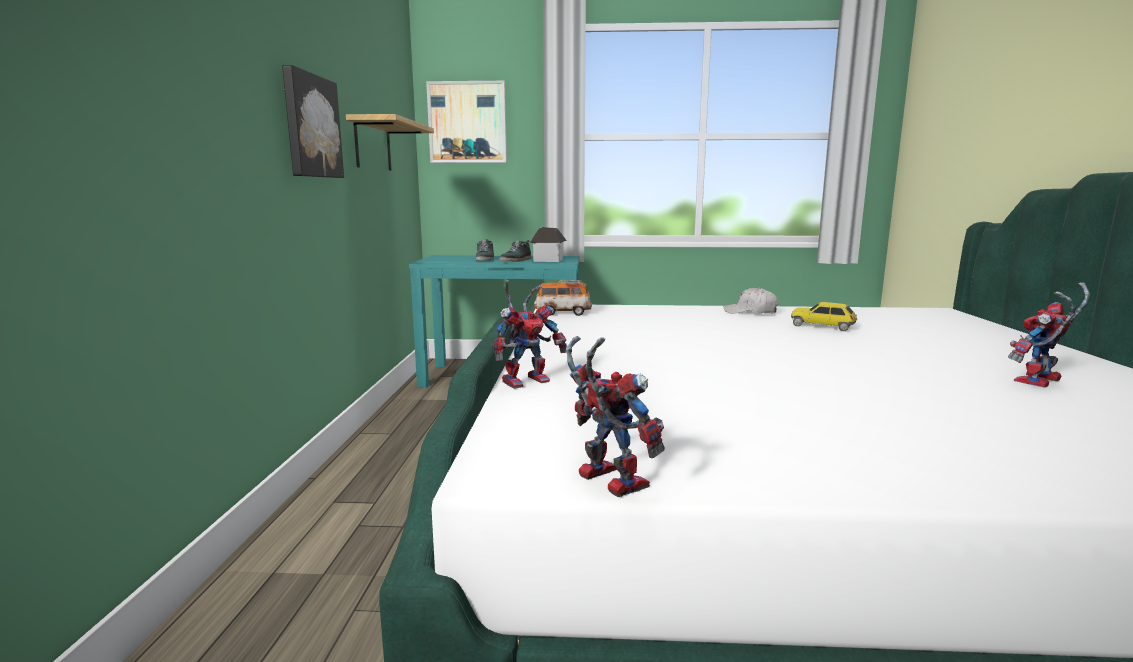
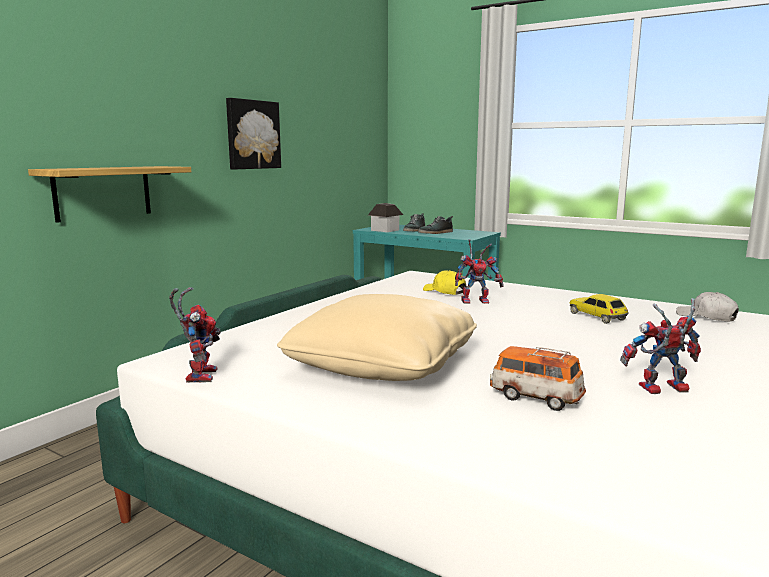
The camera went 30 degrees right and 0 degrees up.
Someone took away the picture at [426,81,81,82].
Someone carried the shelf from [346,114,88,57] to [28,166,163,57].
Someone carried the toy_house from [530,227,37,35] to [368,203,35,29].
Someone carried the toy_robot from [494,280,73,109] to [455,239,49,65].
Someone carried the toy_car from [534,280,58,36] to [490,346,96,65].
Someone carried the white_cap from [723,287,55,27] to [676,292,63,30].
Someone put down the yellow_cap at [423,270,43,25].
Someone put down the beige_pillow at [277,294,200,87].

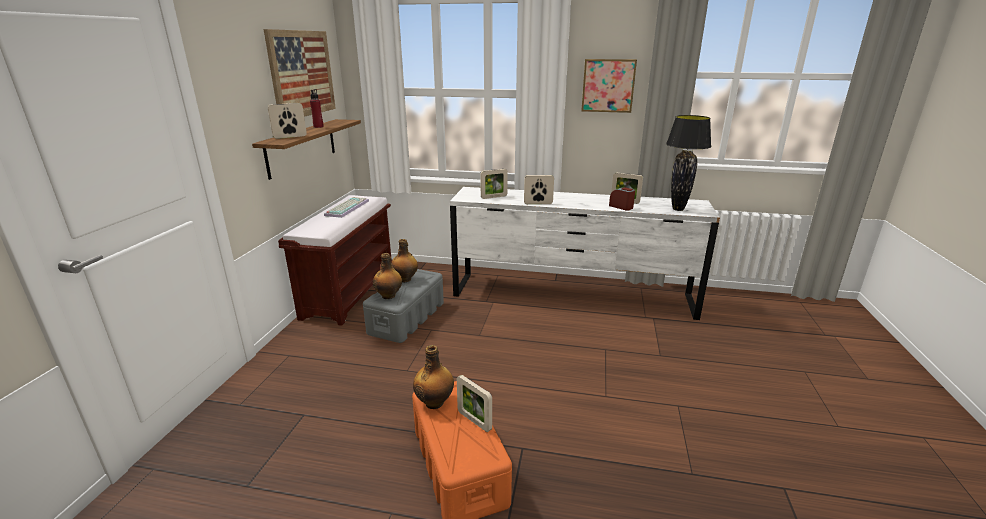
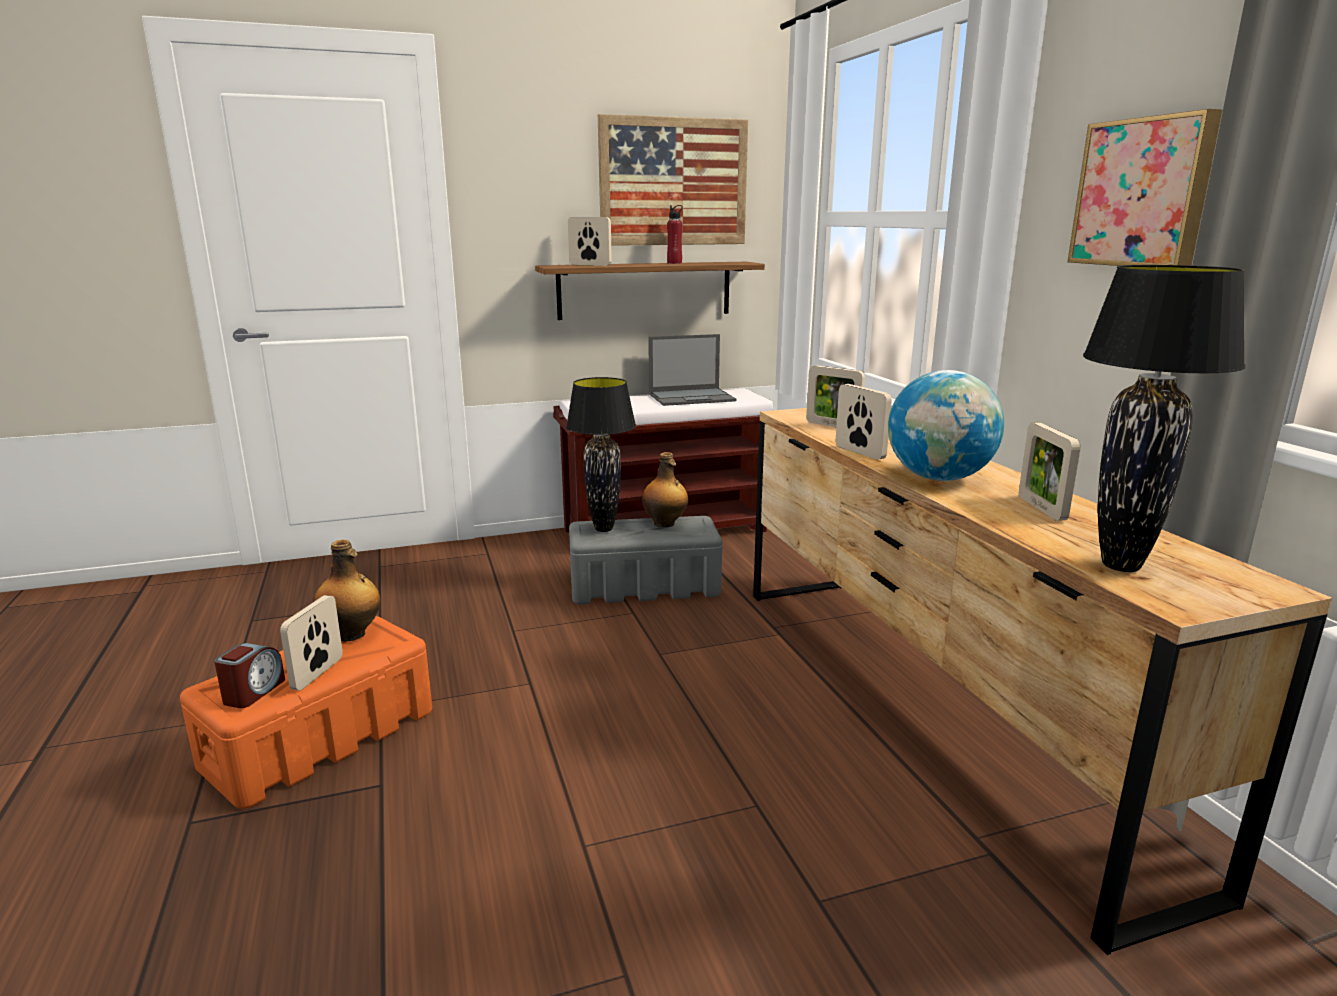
The camera went 60 degrees right and 5 degrees down.
Someone repainted the white_dresser at [450,187,270,133], which became the brown_dresser at [753,408,579,547].
Someone carried the alarm_clock from [609,187,26,24] to [214,643,71,65].
Someone swapped the keyboard at [324,197,45,21] for the laptop at [648,334,88,72].
Someone swapped the bottle at [373,253,29,46] for the black_table_lamp at [566,377,70,155].
Someone put down the globe at [888,370,116,111].

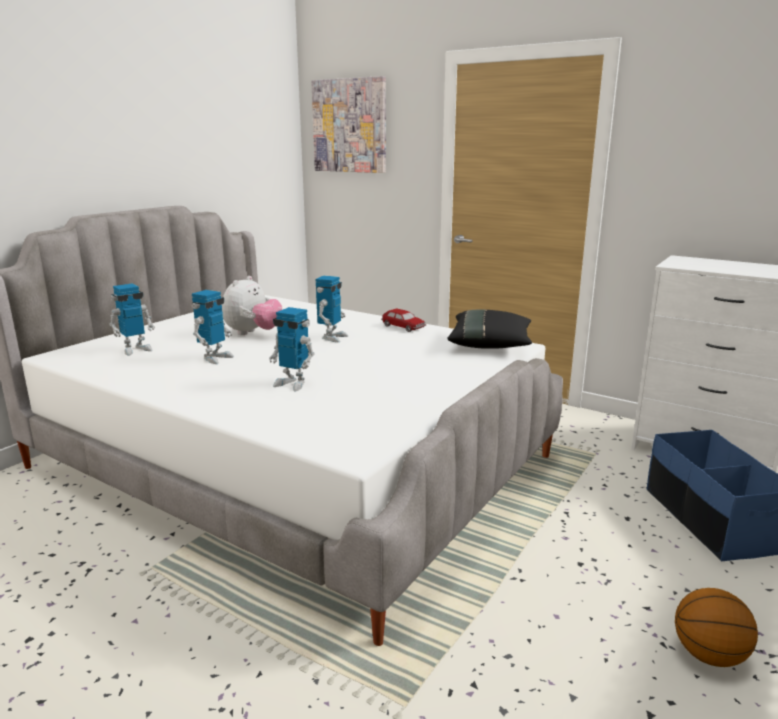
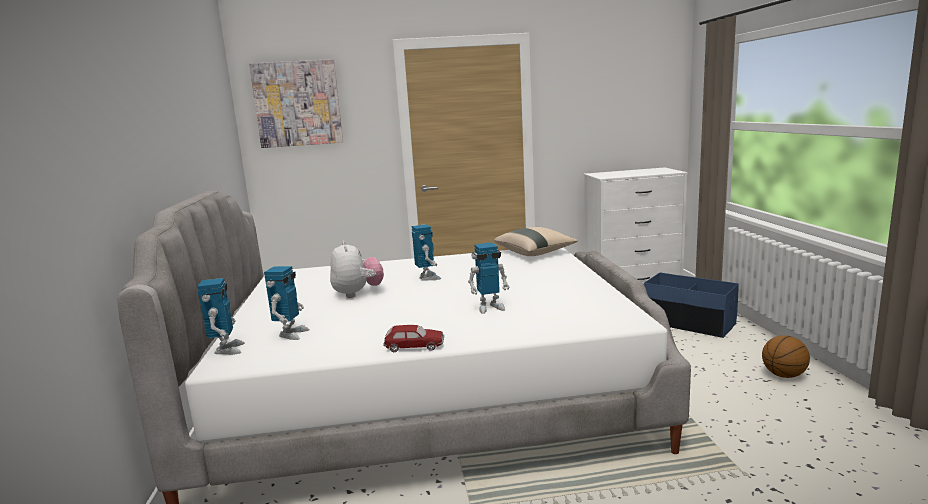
The camera went 40 degrees left and 5 degrees down.
Someone carried the toy_robot from [192,290,42,74] to [197,278,48,77].
Someone carried the toy_car from [381,307,45,25] to [383,325,61,27].
Someone repainted the black_pillow at [448,309,84,40], which became the beige_pillow at [494,227,84,29].

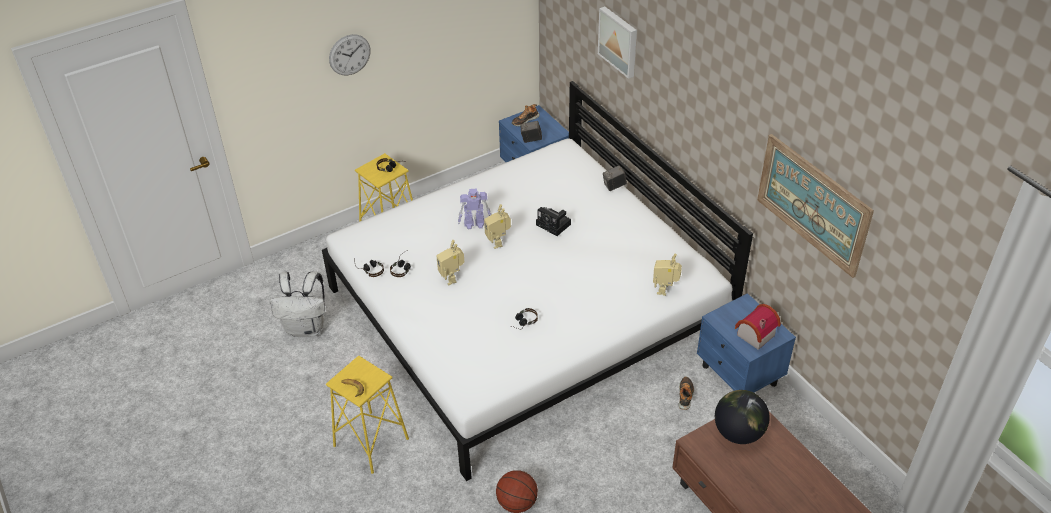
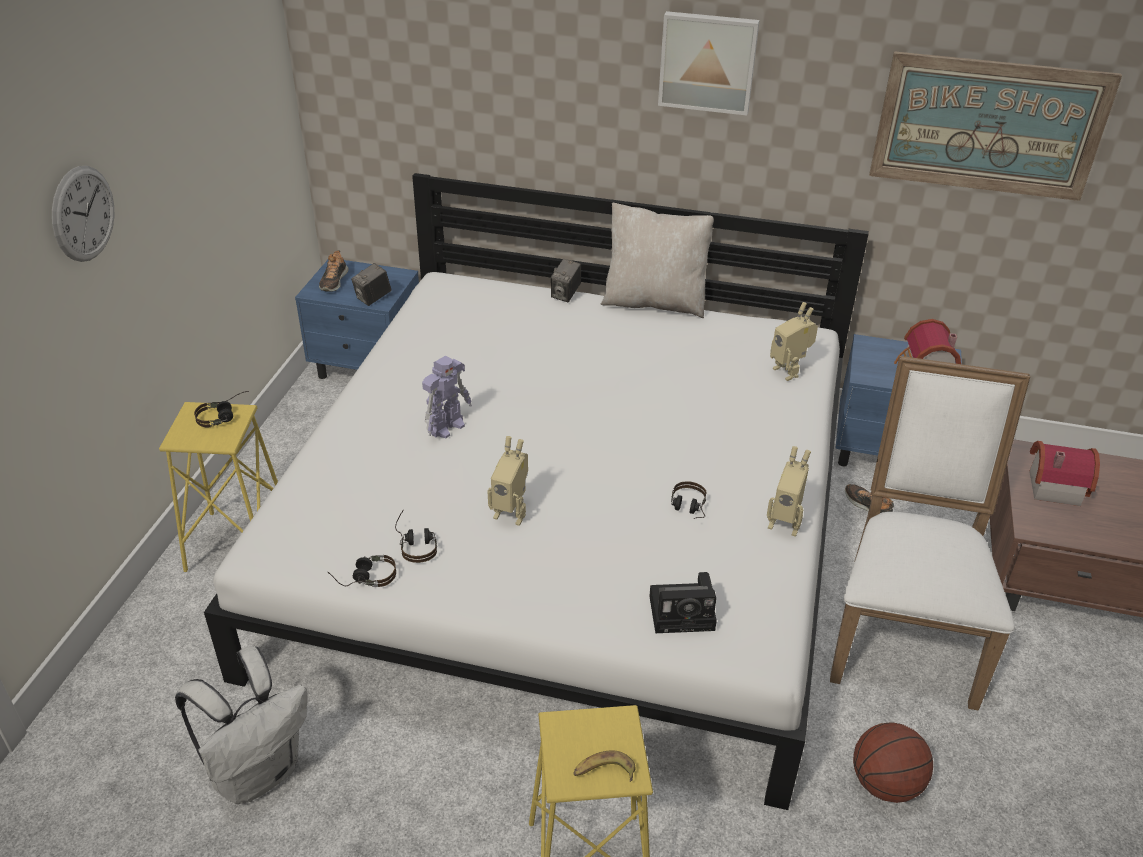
The camera went 45 degrees left and 5 degrees down.
Someone carried the picture from [598,6,39,73] to [658,11,102,105].
Someone carried the toy_robot from [484,204,27,45] to [767,446,44,91].
Someone carried the photo_camera from [536,207,35,29] to [649,572,68,61].
Someone swapped the globe at [715,390,55,54] for the toy_house at [1029,441,71,65].
Someone put down the beige_pillow at [601,202,114,116].
Someone put down the white_chair at [830,356,200,355].

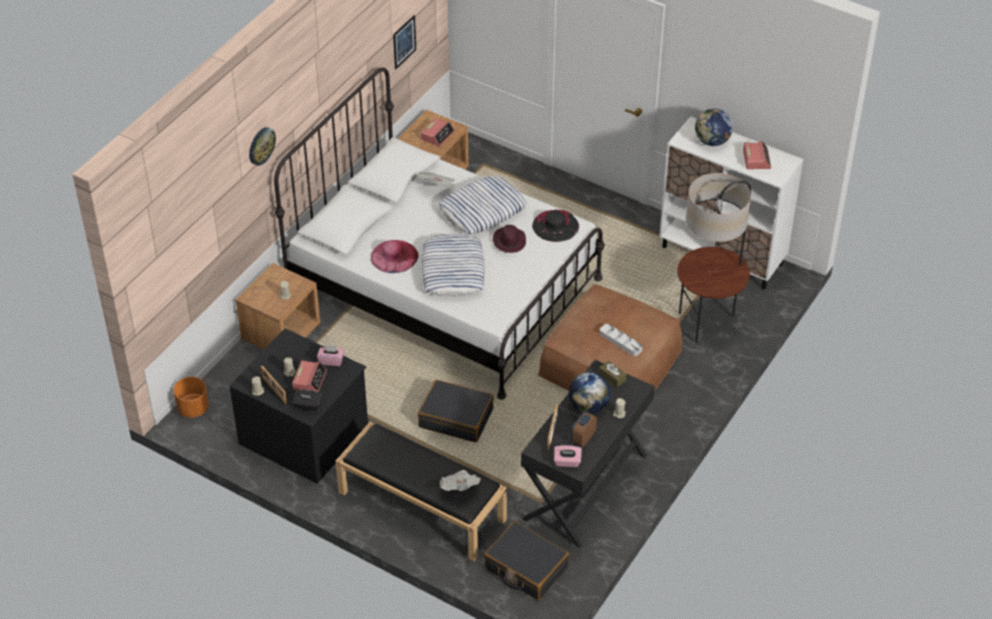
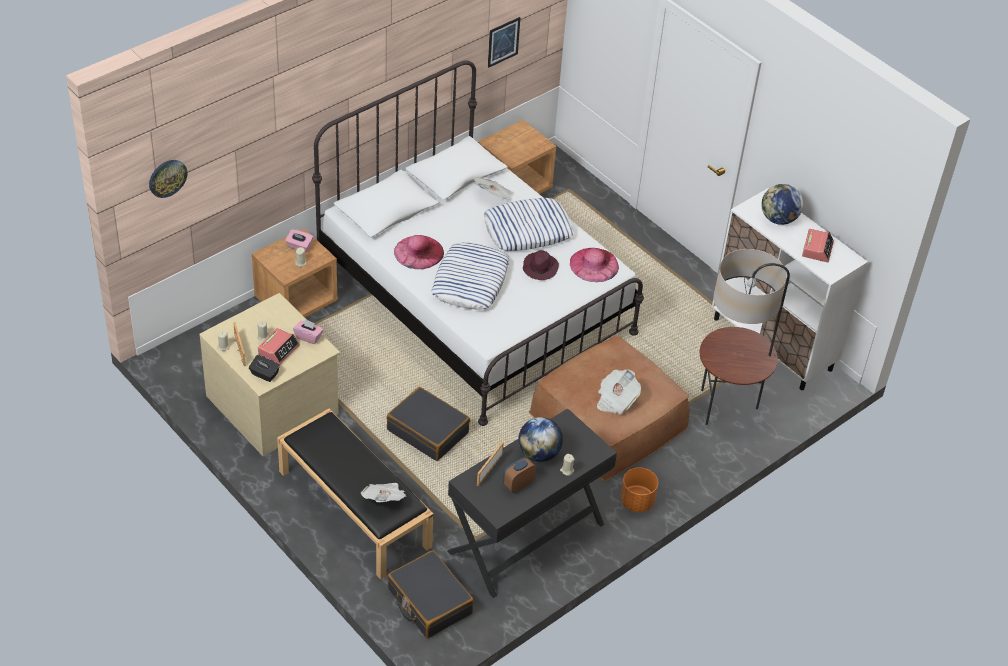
The camera went 15 degrees right and 0 degrees up.
Someone took away the alarm_clock at [421,118,34,29].
Someone carried the wall_clock from [249,127,27,39] to [149,160,39,38].
Someone repainted the black_hat at [532,209,47,33], which became the pink_hat at [570,248,49,34].
Someone swapped the grey_tray at [600,324,43,32] for the newspaper at [597,369,44,46].
Someone repainted the black_dresser at [229,328,139,156], which became the beige_dresser at [199,293,141,163].
Someone took away the brown_tissue_box at [599,361,28,27].
Someone carried the orange_planter from [173,377,36,41] to [620,468,38,44].
Someone carried the pink_tissue_box from [554,445,28,22] to [285,229,28,24].

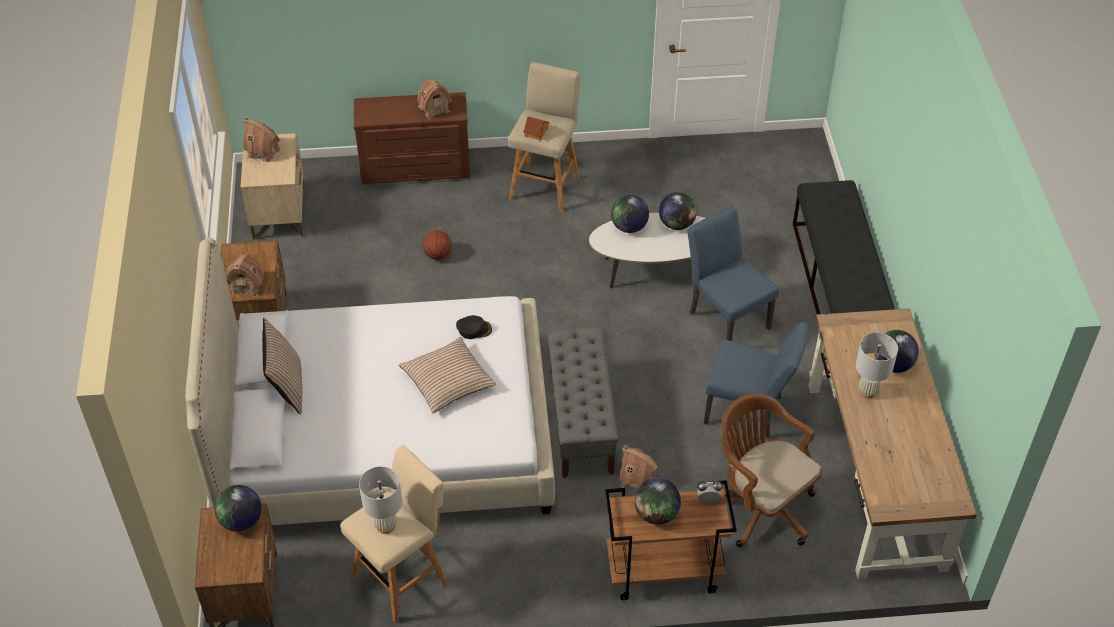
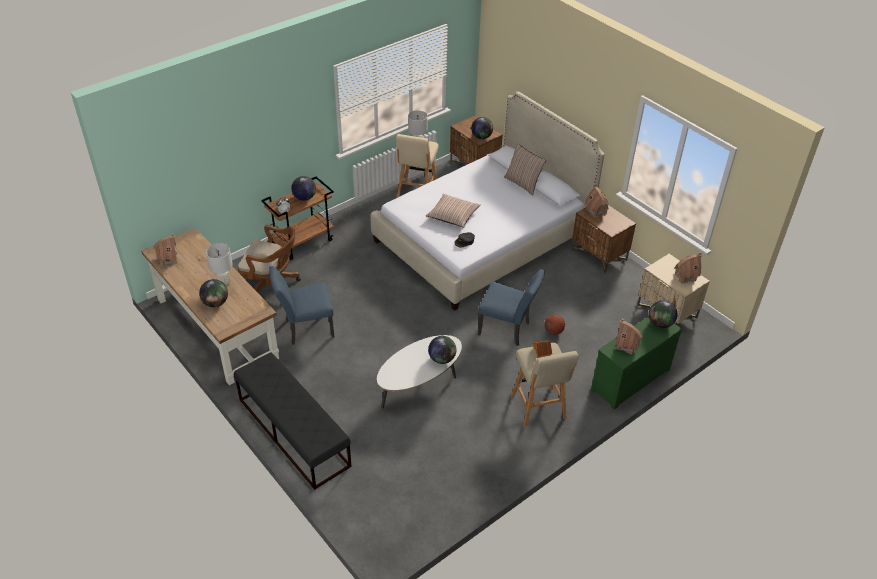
The camera went 145 degrees right and 5 degrees down.
Someone repainted the brown_dresser at [354,92,116,93], which became the green_dresser at [591,317,91,92].
Someone carried the globe from [659,192,38,38] to [649,300,29,28].
Someone carried the blue_chair from [688,206,91,135] to [478,269,67,77].
Someone took away the grey_bench at [548,327,70,151].
Someone carried the toy_house from [619,445,38,46] to [153,234,25,32].

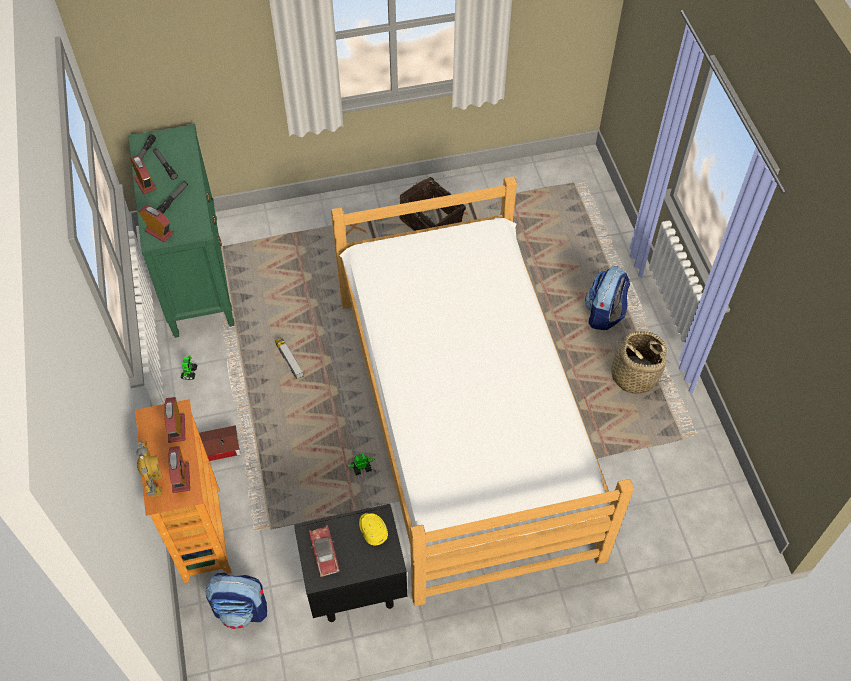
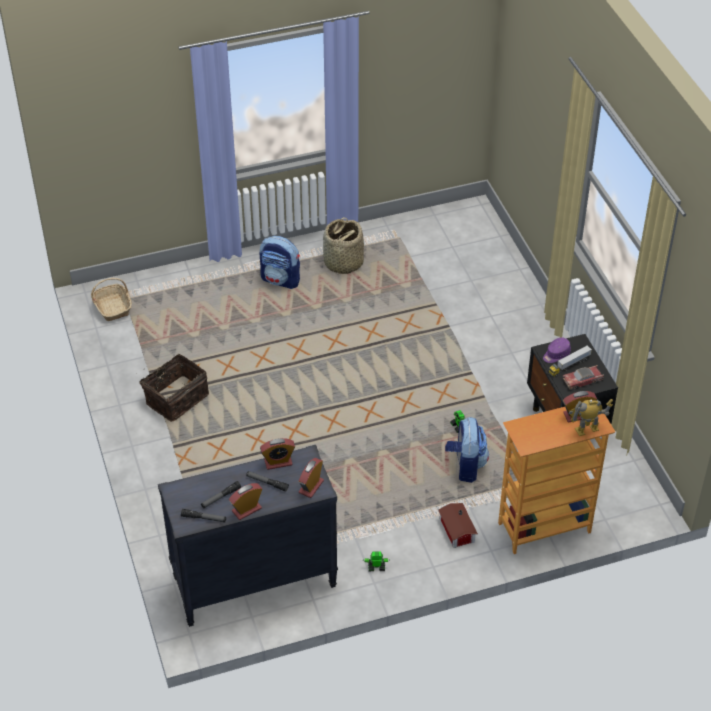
The camera went 95 degrees left and 10 degrees down.
Someone repainted the green_dresser at [128,124,106,214], which became the black_dresser at [158,445,180,182].
Someone took away the bed at [331,177,303,429].
Someone carried the toy_truck from [275,338,29,41] to [549,345,43,32].
Someone carried the alarm_clock from [164,397,21,46] to [260,438,35,32].
Someone repainted the yellow_cap at [359,513,29,32], which became the purple_cap at [543,338,28,25].
Someone carried the backpack from [205,573,62,56] to [445,417,44,66].
Someone put down the basket at [91,278,41,43].

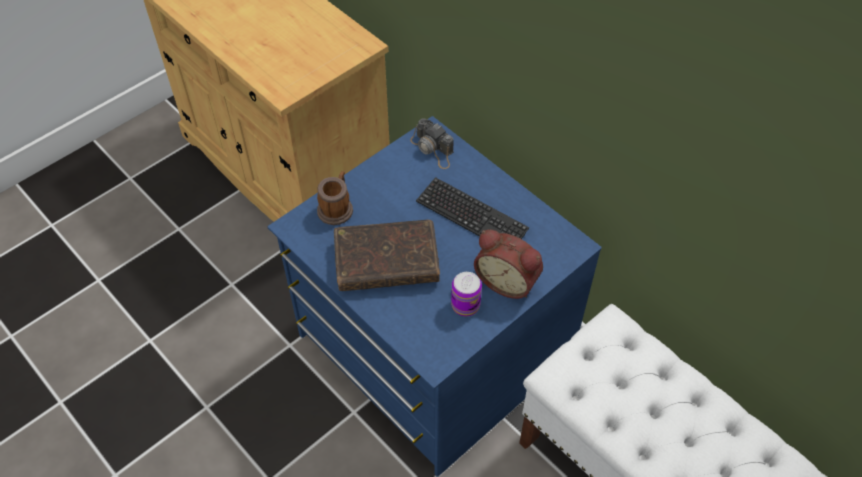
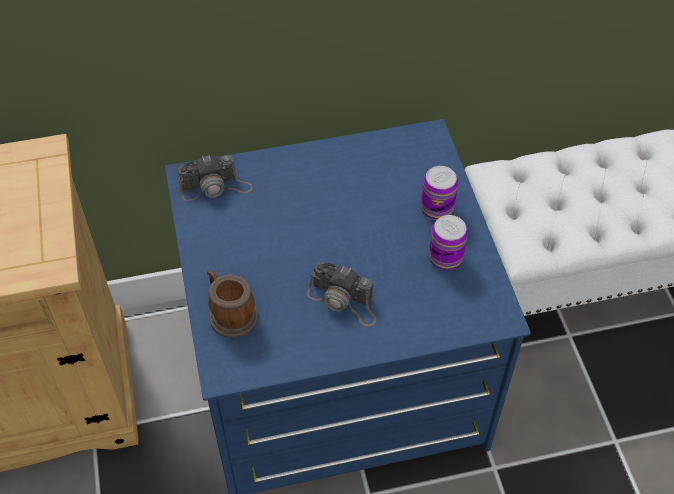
The camera went 60 degrees left and 0 degrees up.
Someone took away the keyboard at [416,177,113,62].
Someone swapped the brown_book at [334,220,106,71] for the photo_camera at [307,262,69,65].
Someone swapped the alarm_clock at [474,229,69,70] for the can at [421,166,37,54].

